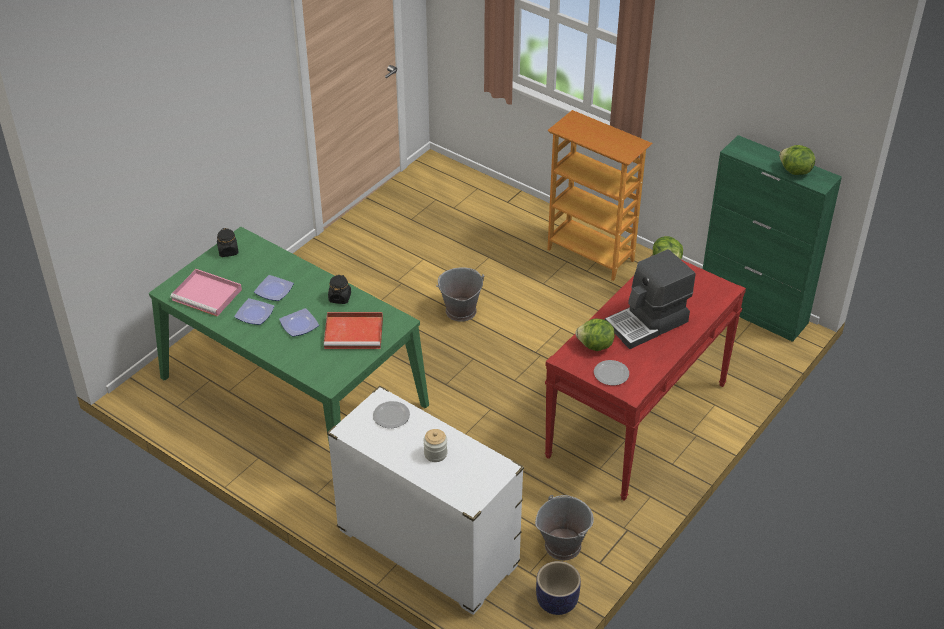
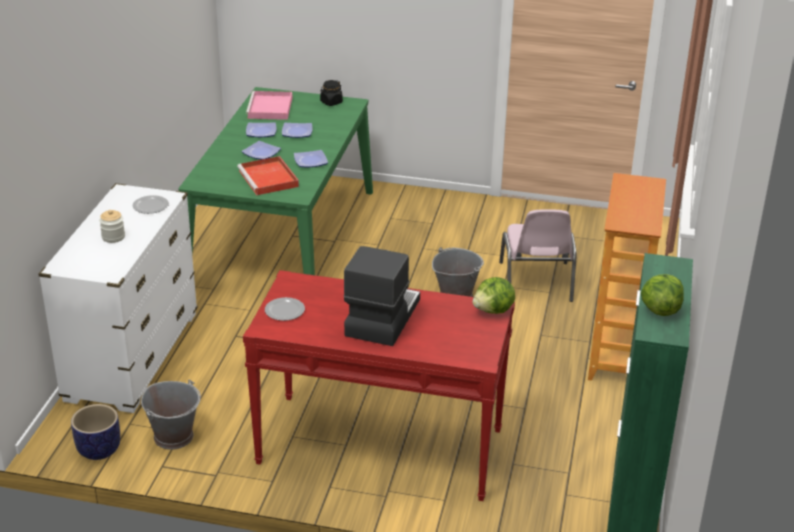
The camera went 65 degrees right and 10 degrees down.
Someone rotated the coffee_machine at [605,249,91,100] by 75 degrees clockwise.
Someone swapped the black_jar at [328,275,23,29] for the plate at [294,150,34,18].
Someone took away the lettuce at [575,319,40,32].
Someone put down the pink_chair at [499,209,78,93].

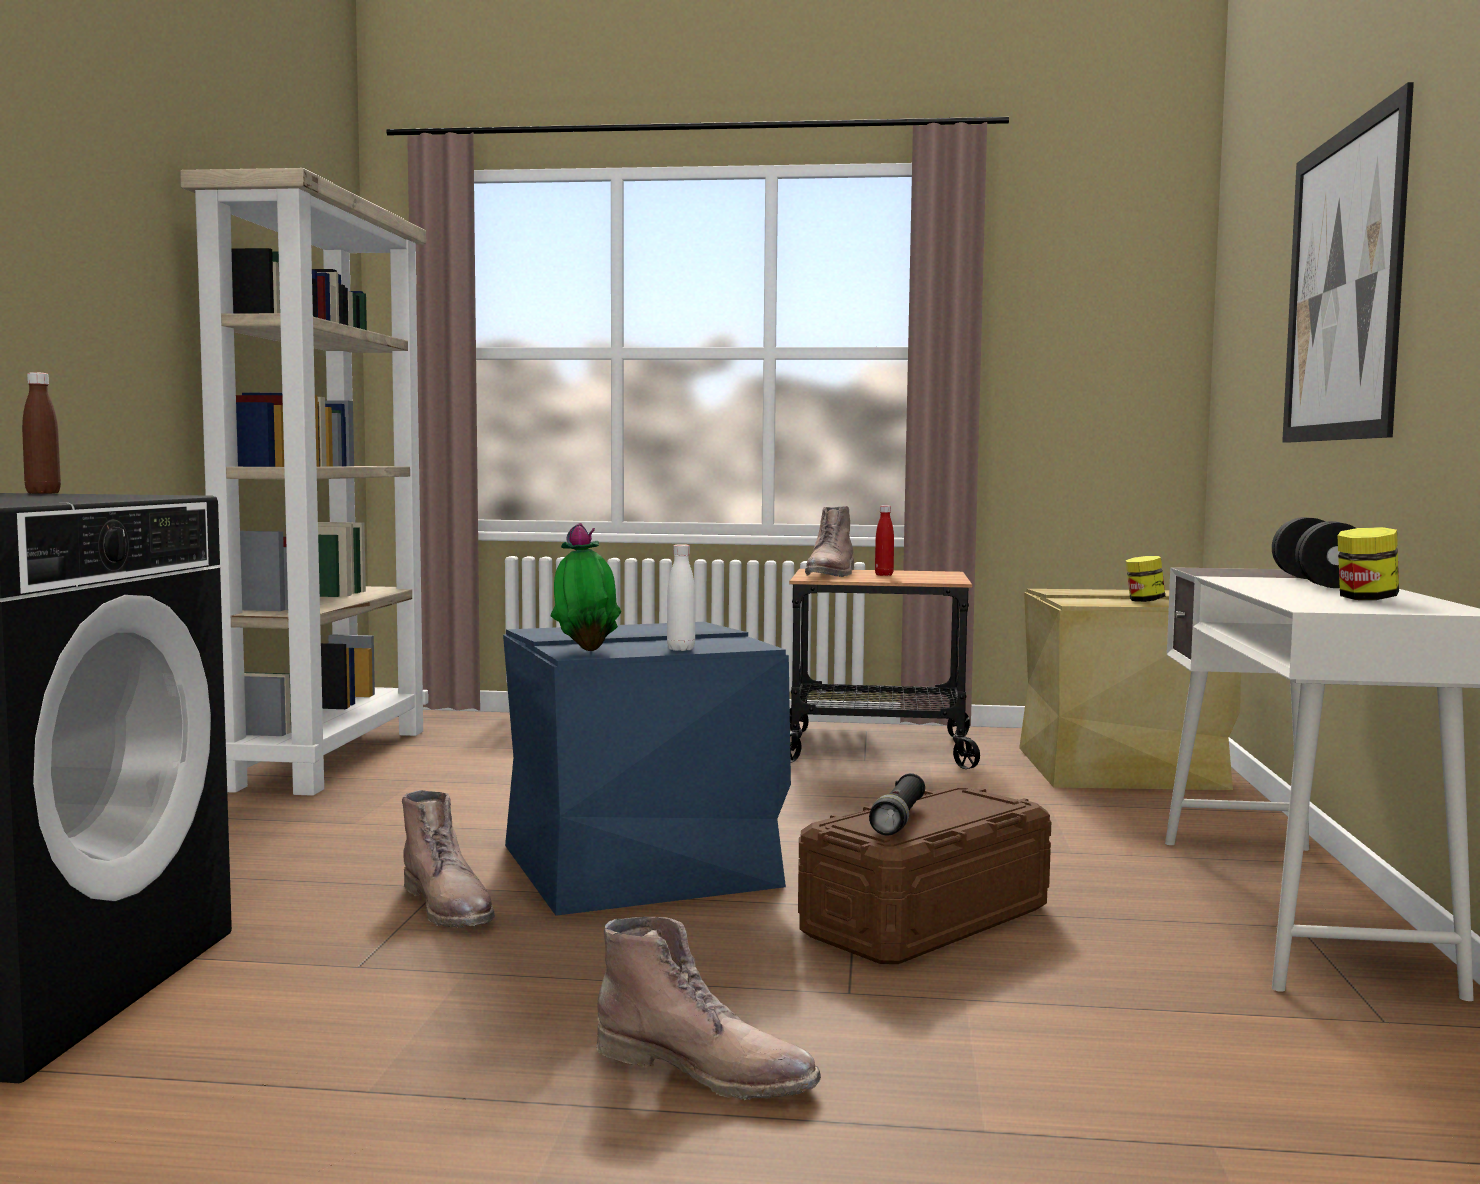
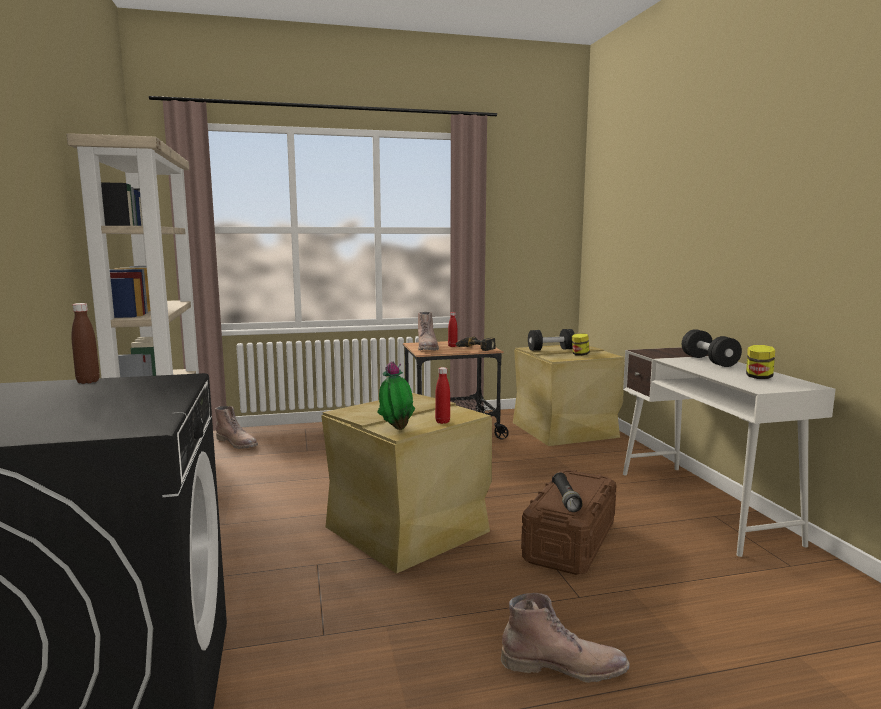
The camera went 20 degrees left and 5 degrees up.
Someone took away the picture at [1282,82,132,361].
Someone repainted the white_bottle at [667,544,28,107], which became the red_bottle at [435,367,15,57].
Someone repainted the blue_storage_box at [503,622,288,294], which became the beige_storage_box at [321,393,171,181].
Someone carried the brown_boot from [402,790,93,138] to [215,406,43,43].
Someone put down the black_dumbbell at [528,329,47,22].
Someone put down the power_drill at [455,337,41,14].

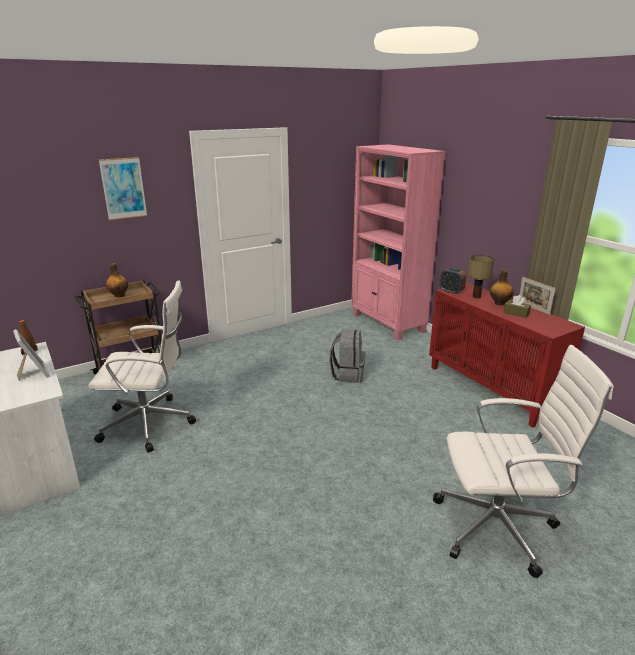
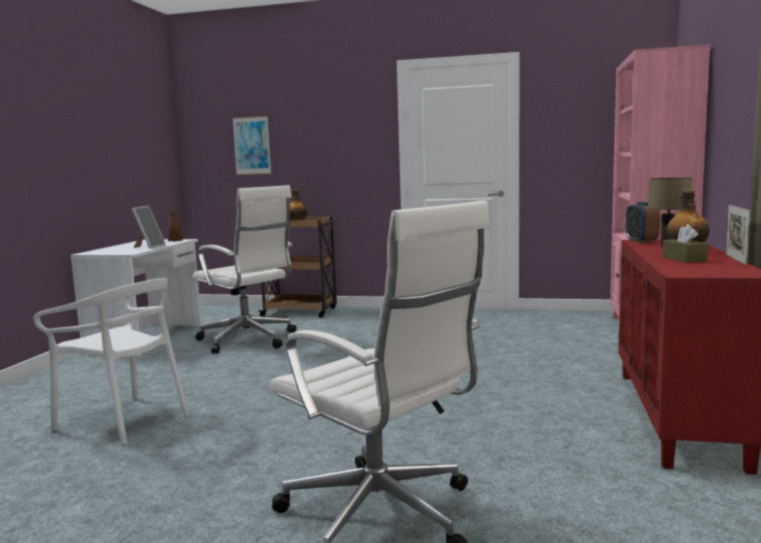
The camera went 45 degrees right and 15 degrees down.
Someone carried the picture from [99,157,48,63] to [232,116,39,59].
Someone took away the grey_backpack at [329,329,37,54].
Someone put down the white_chair at [34,278,155,167].

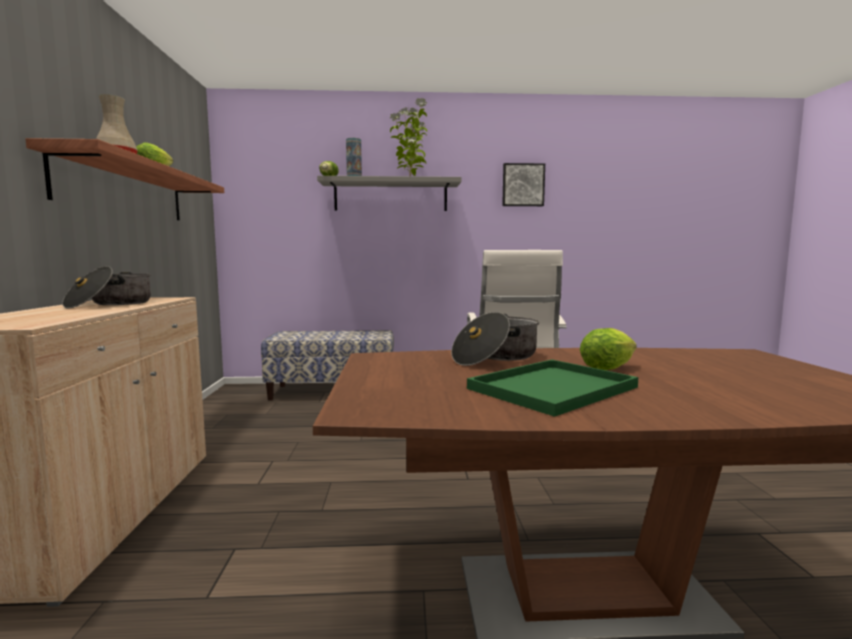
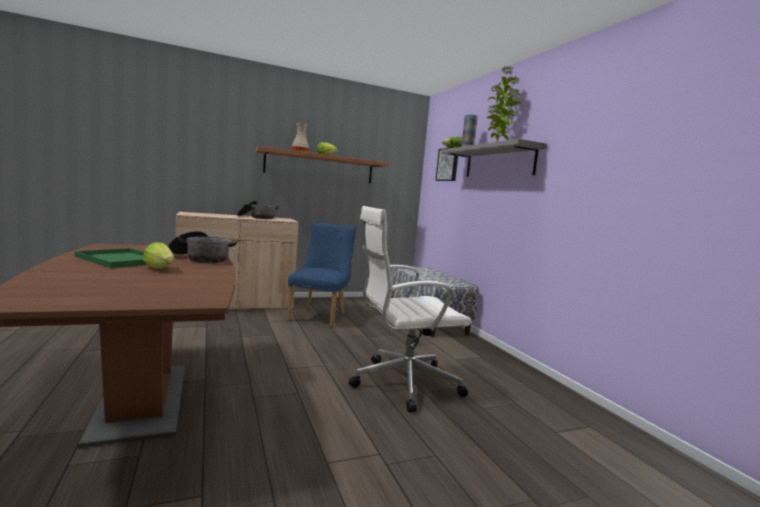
The camera went 70 degrees right and 0 degrees up.
Someone carried the picture from [502,163,43,43] to [435,148,23,33].
Someone put down the blue_chair at [287,223,70,104].

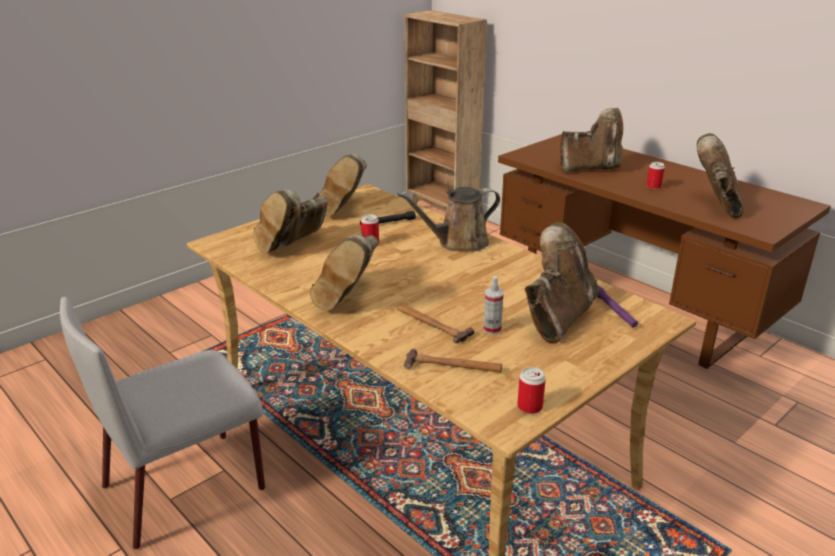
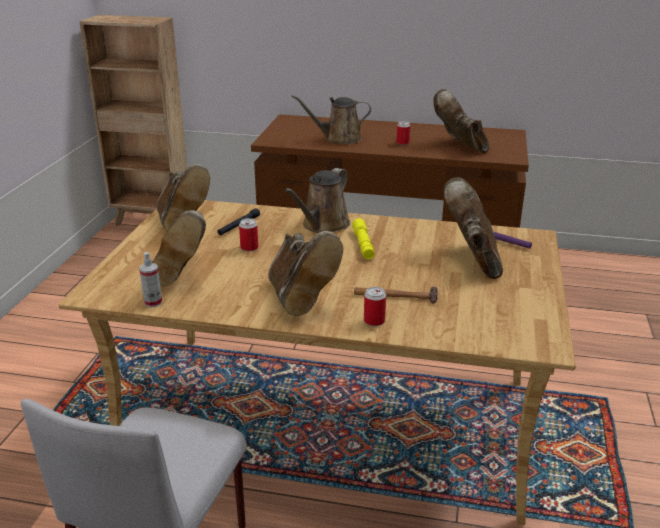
The camera went 35 degrees left and 0 degrees up.
Someone swapped the brown_boot at [560,108,63,64] for the brown_watering_can at [292,95,79,49].
Someone carried the spray_bottle from [483,276,20,59] to [139,252,23,56].
Someone took away the hammer at [404,349,98,24].
Someone carried the can from [517,367,29,47] to [364,287,22,39].
Someone put down the yellow_flashlight at [352,218,23,42].

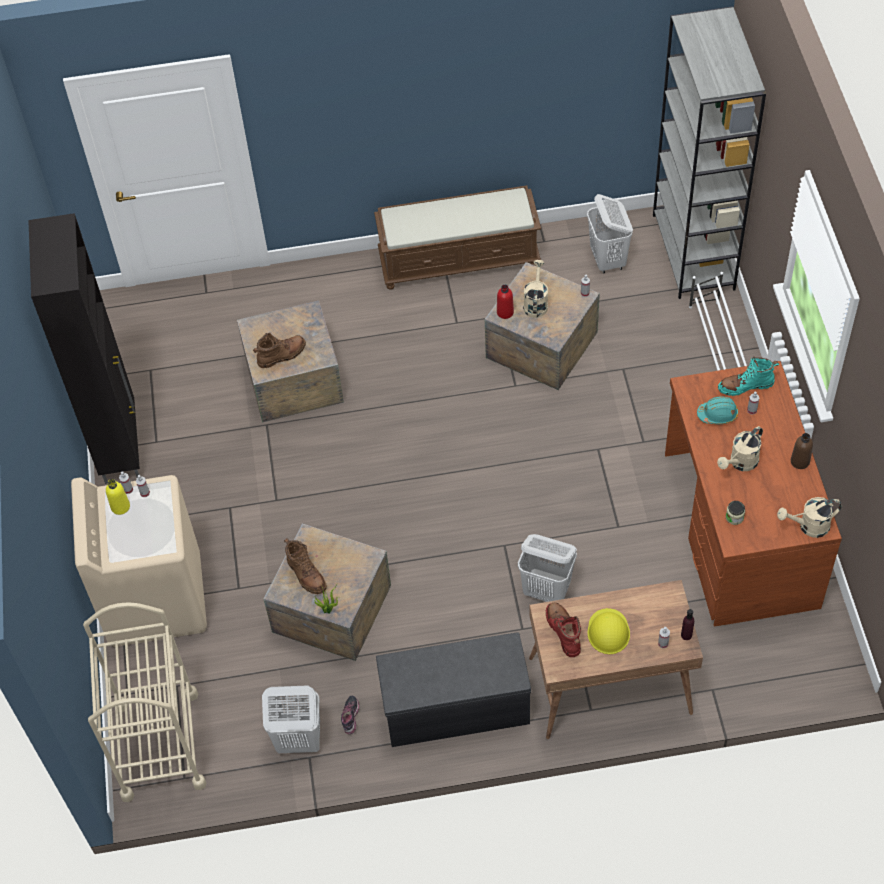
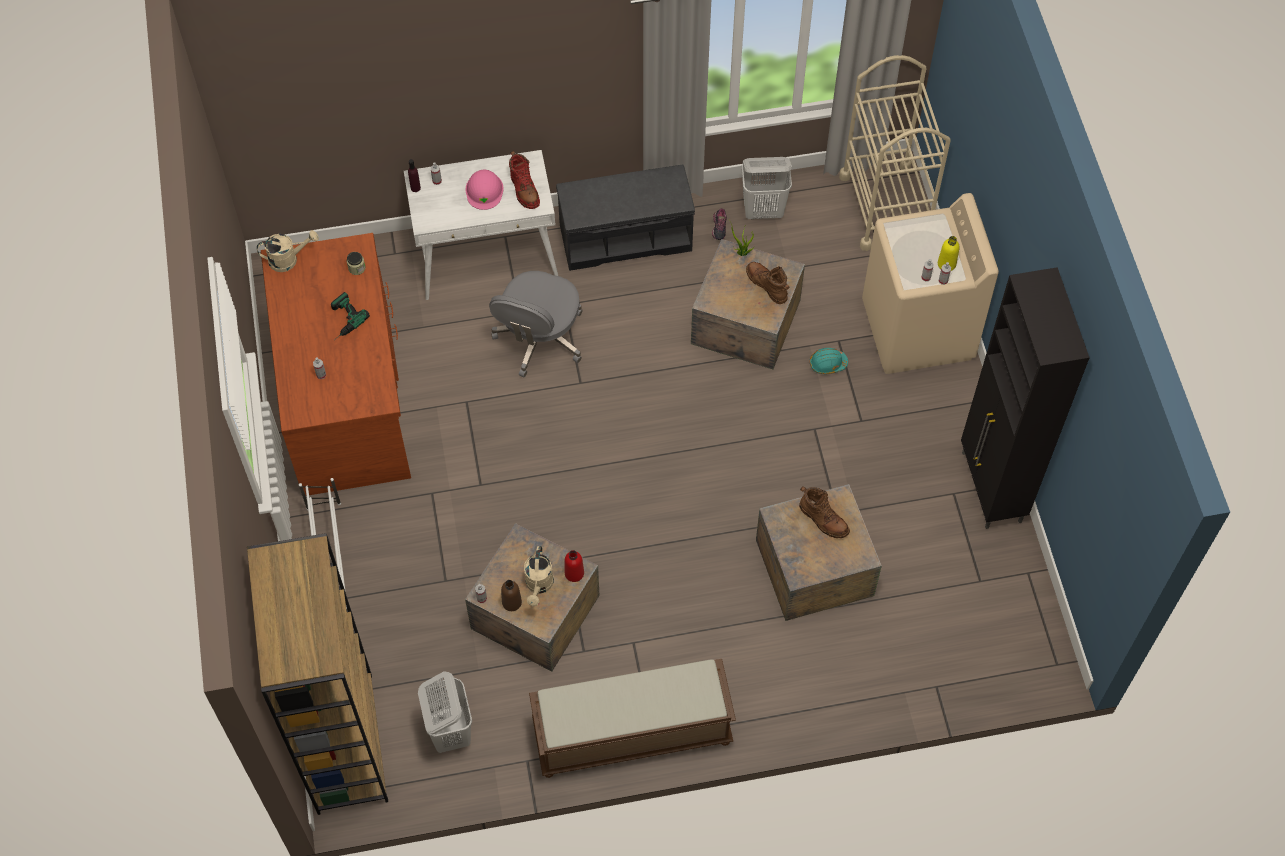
The camera went 175 degrees right and 5 degrees up.
Someone repainted the grey_bookcase at [653,6,113,293], which became the brown_bookcase at [247,533,141,282].
Someone rotated the brown_boot at [253,333,53,35] by 105 degrees counterclockwise.
Someone took away the turquoise_boot at [718,357,61,39].
Someone carried the turquoise_hard_hat from [697,397,42,27] to [810,348,38,26].
Someone swapped the beige_watering_can at [717,426,46,45] for the power_drill at [331,292,39,48].
Someone carried the brown_bottle from [791,433,22,36] to [501,580,21,31].
Someone swapped the white_laundry_basket at [518,534,59,68] for the grey_office_chair at [489,271,94,106].
Someone repainted the brown_desk at [529,580,174,159], which became the white_desk at [404,150,154,150].
Someone repainted the yellow_hard_hat at [587,608,43,46], which became the pink_hard_hat at [465,170,39,40].

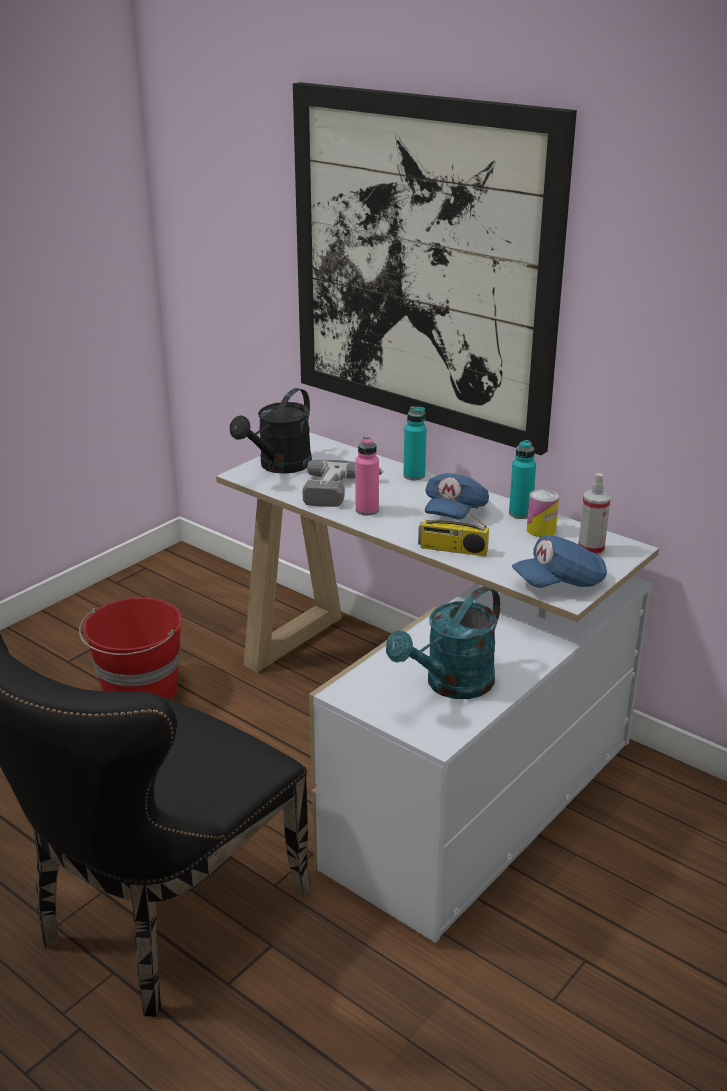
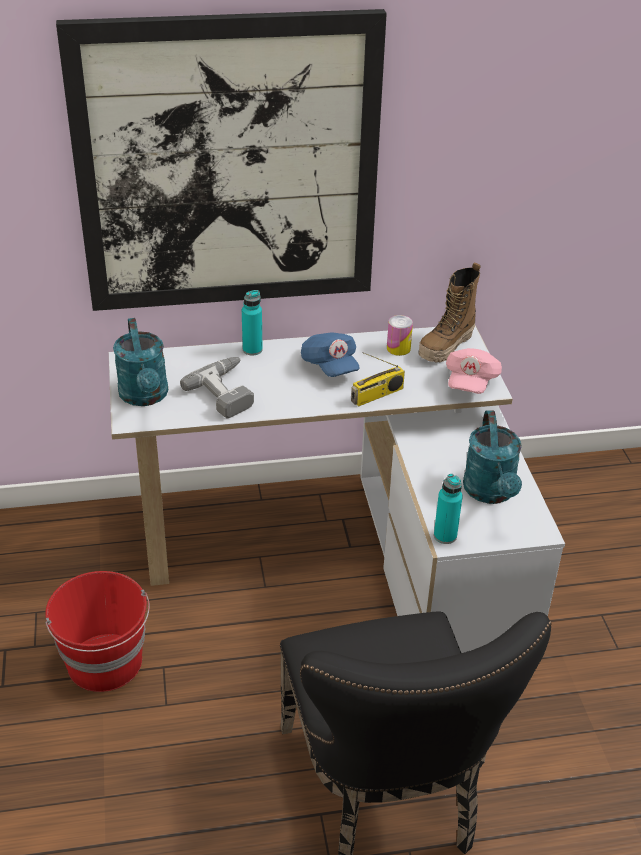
The camera went 50 degrees left and 10 degrees up.
Someone repainted the black_watering_can at [230,388,82,86], which became the turquoise_watering_can at [113,318,55,88].
Someone took away the pink_bottle at [355,437,24,79].
Someone carried the turquoise_bottle from [509,440,27,79] to [434,474,29,70].
Someone swapped the spray_bottle at [579,473,32,82] for the boot at [418,262,63,101].
Someone repainted the blue_cap at [512,535,95,53], which became the pink_cap at [446,348,56,46].

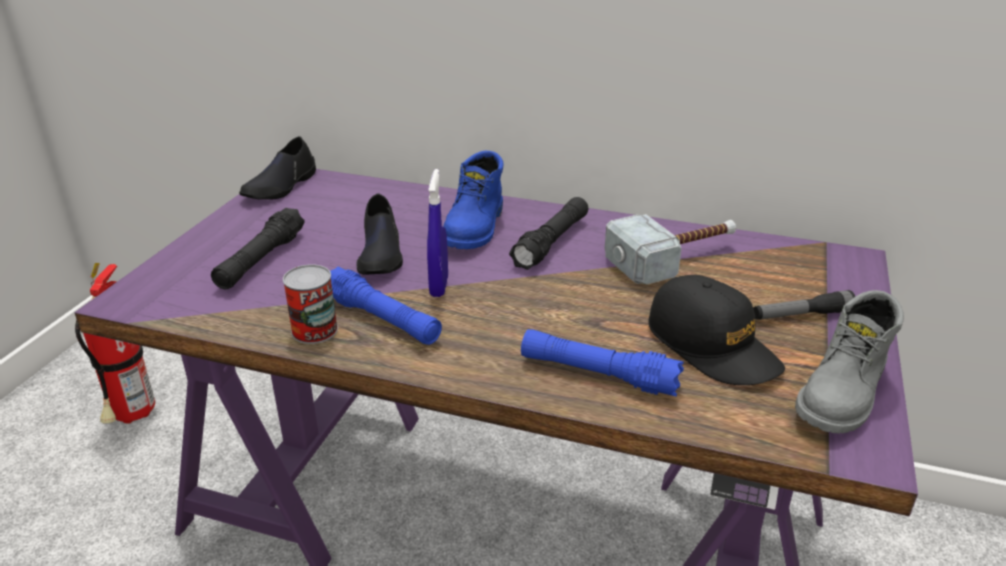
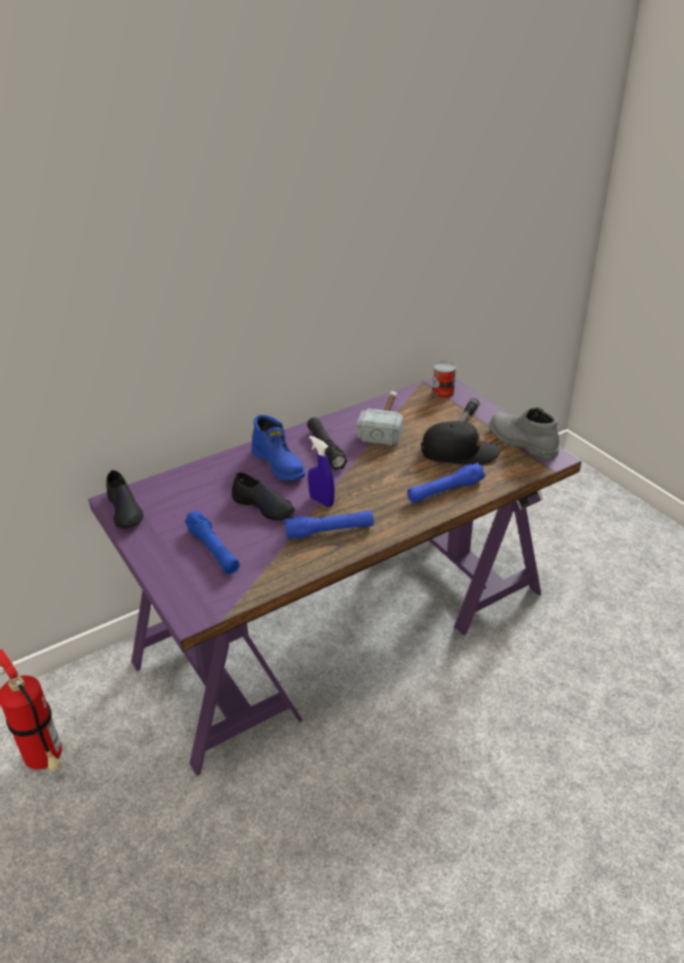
The camera went 50 degrees left and 5 degrees up.
Someone repainted the black_flashlight at [211,207,94,82], which became the blue_flashlight at [185,510,55,64].
Someone carried the can from [283,264,55,80] to [432,361,24,38].
Someone rotated the grey_boot at [795,290,109,144] by 150 degrees clockwise.

